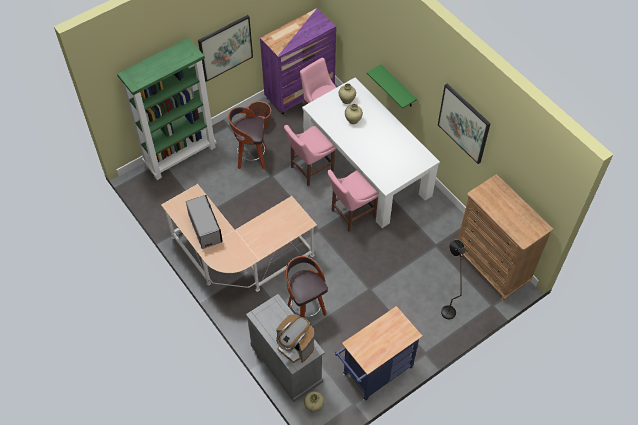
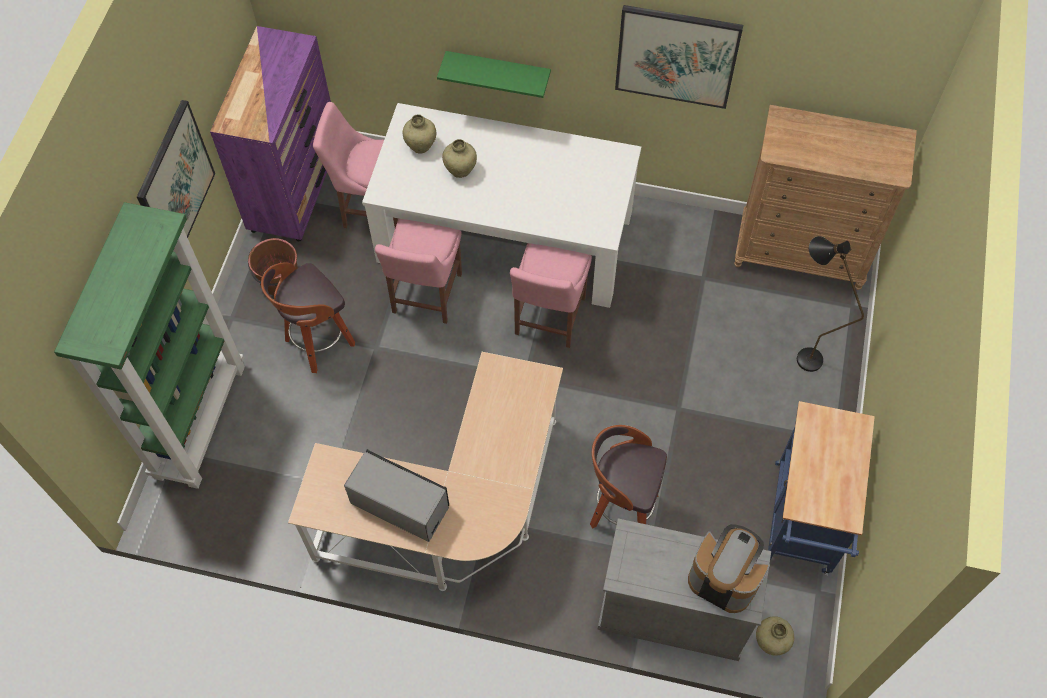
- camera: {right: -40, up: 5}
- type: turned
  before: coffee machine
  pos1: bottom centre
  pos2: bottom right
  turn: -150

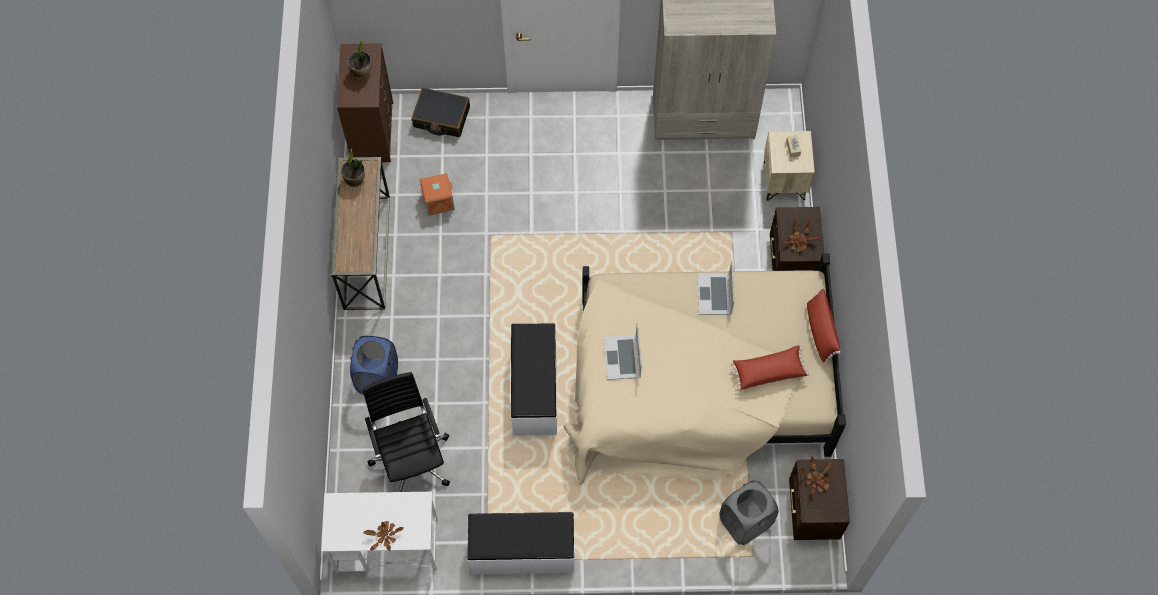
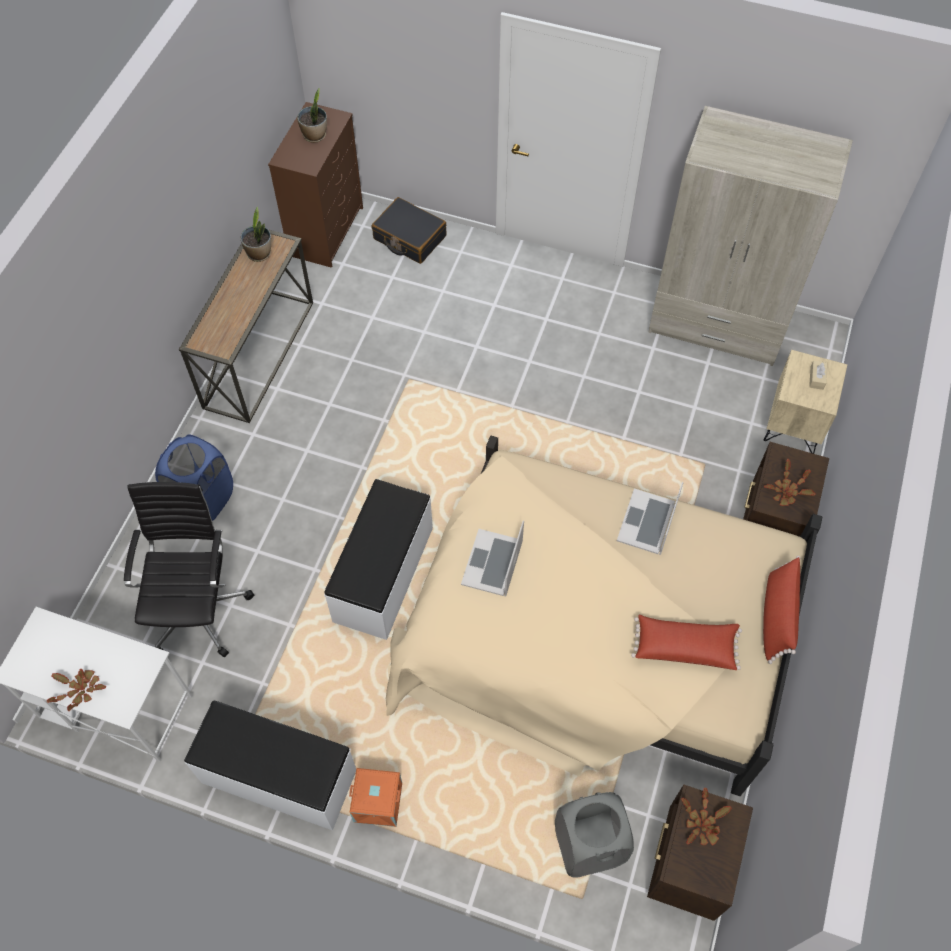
- camera: {right: 20, up: -5}
- type: moved
  before: storage box (orange)
  pos1: top centre
  pos2: bottom centre

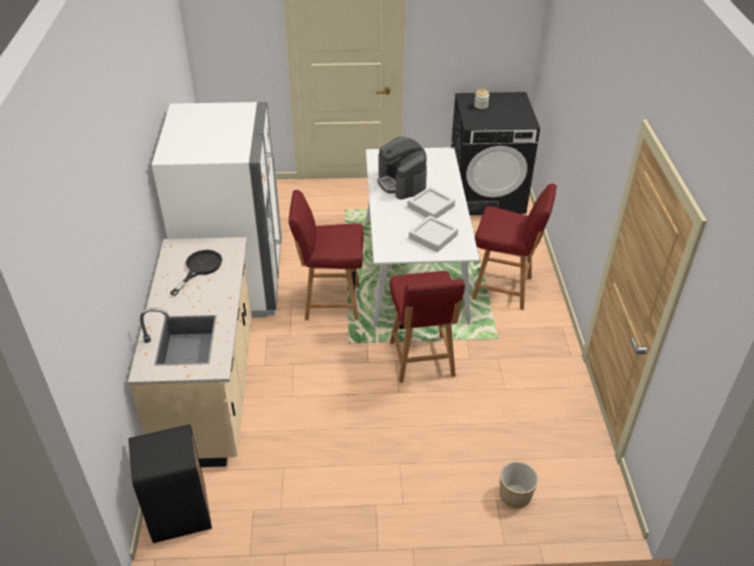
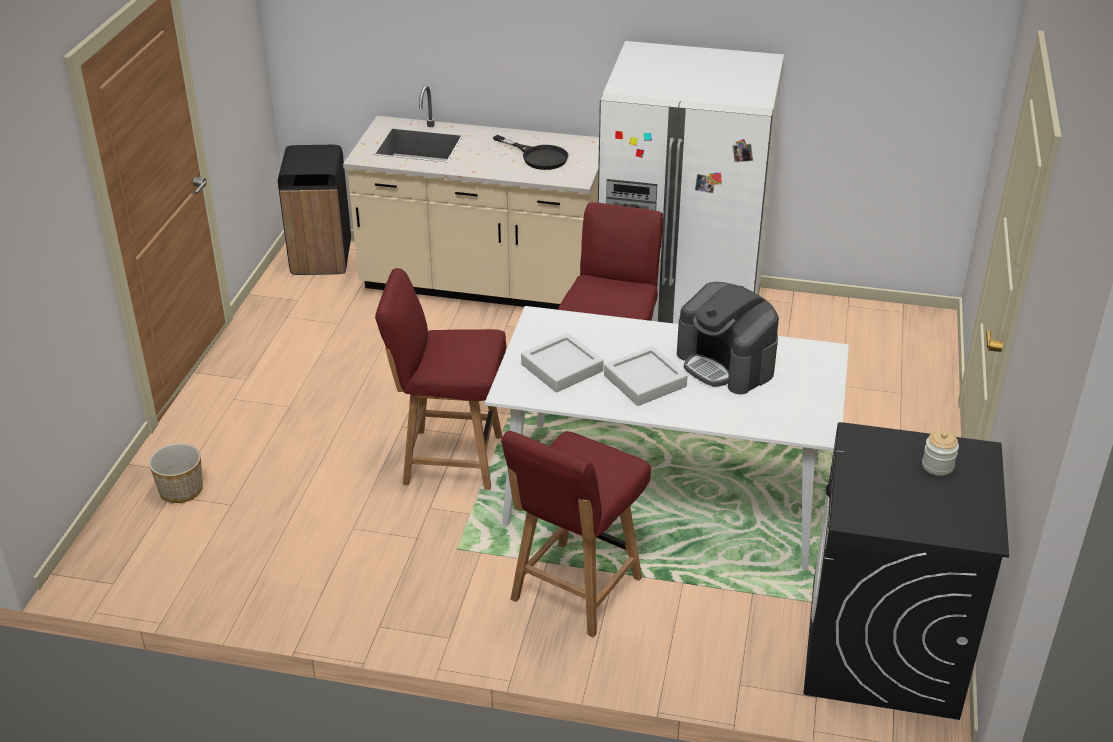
- camera: {right: 105, up: -5}
- type: turned
  before: coffee machine
  pos1: top centre
  pos2: centre
  turn: -120

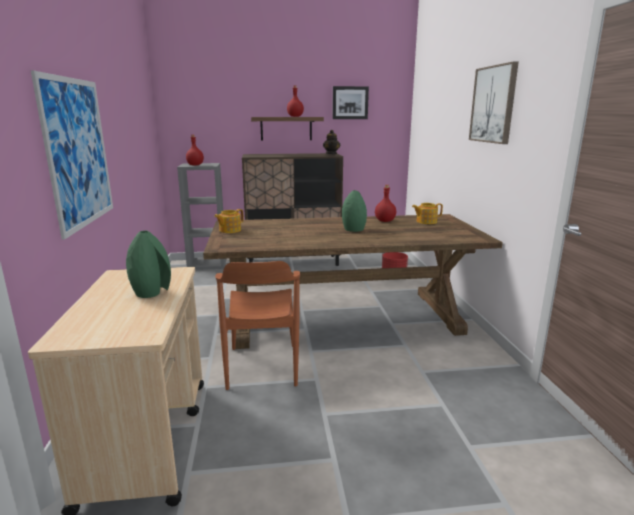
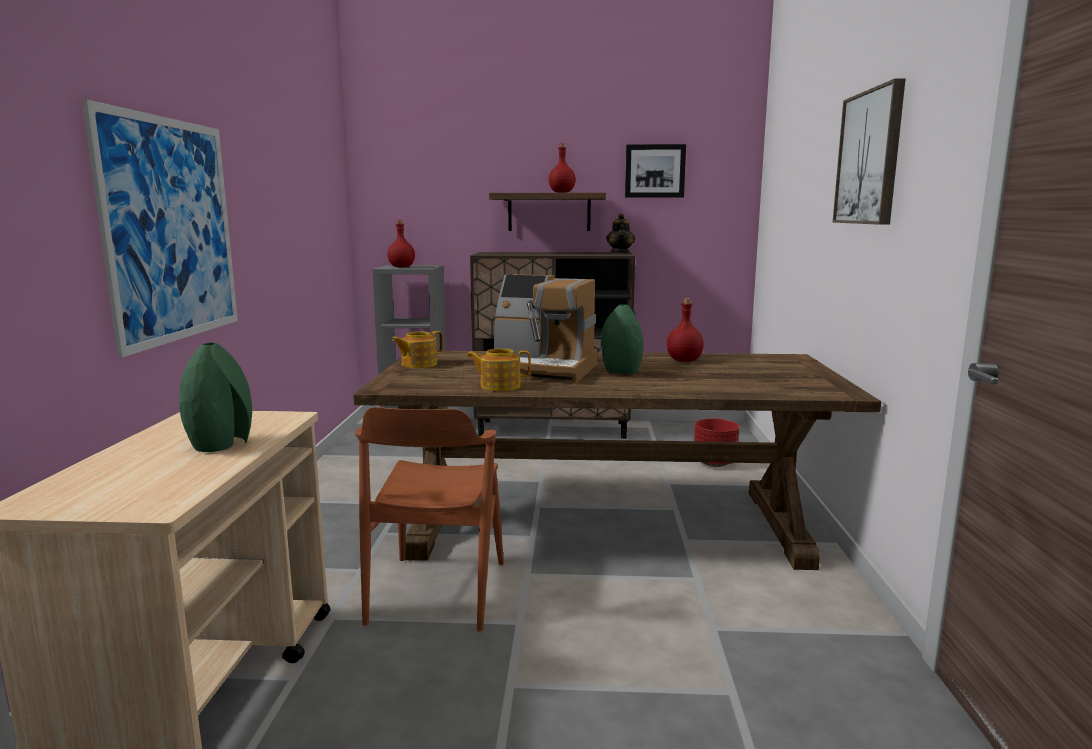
- camera: {right: 10, up: -5}
- type: moved
  before: pot for tea (3rd from left in the first image)
  after: pot for tea (2nd from left)
  pos1: middle right
  pos2: centre
- type: added
  after: coffee machine
  pos2: centre

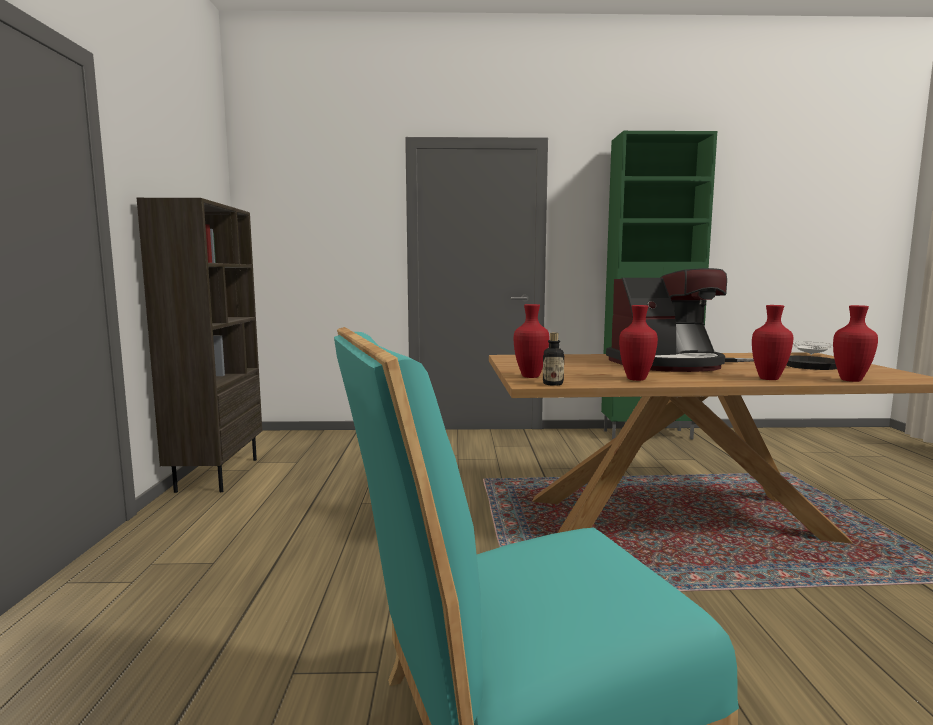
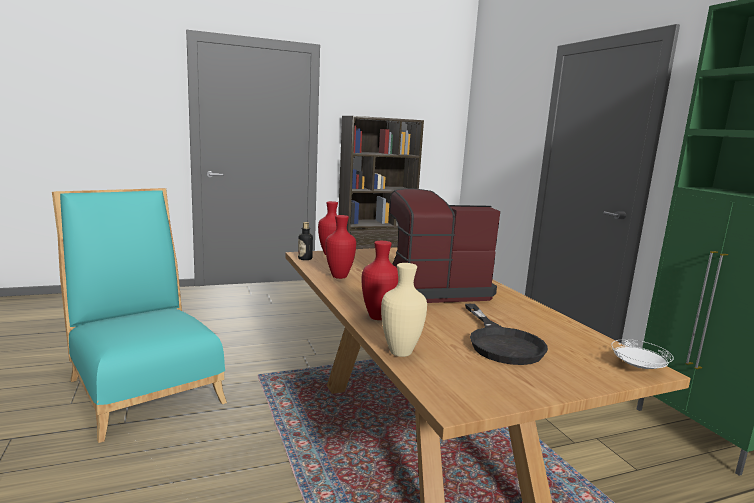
- camera: {right: 70, up: 5}
- type: turned
  before: coffee machine
  pos1: middle right
  pos2: centre
  turn: 105
- type: recoloured
  before: vase (reddish) (4th from left)
  after: vase (beige)
  pos1: middle right
  pos2: centre

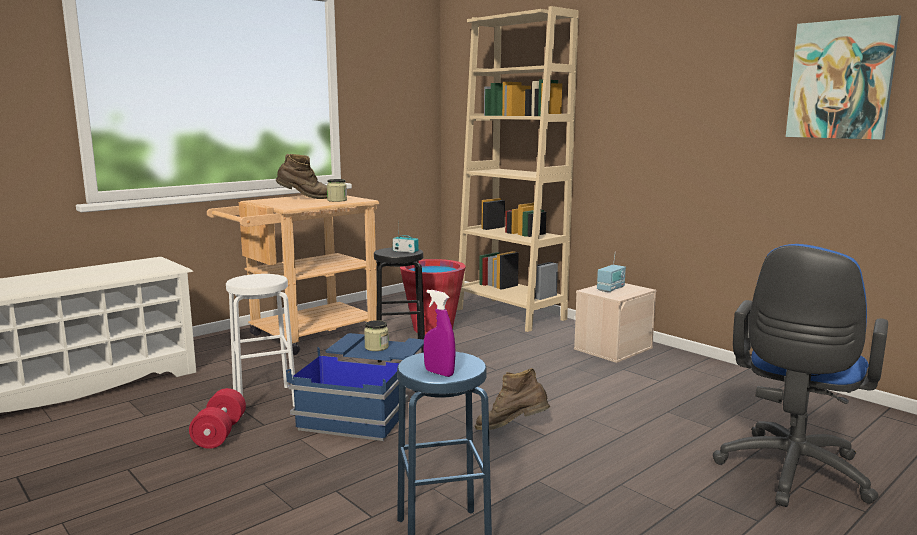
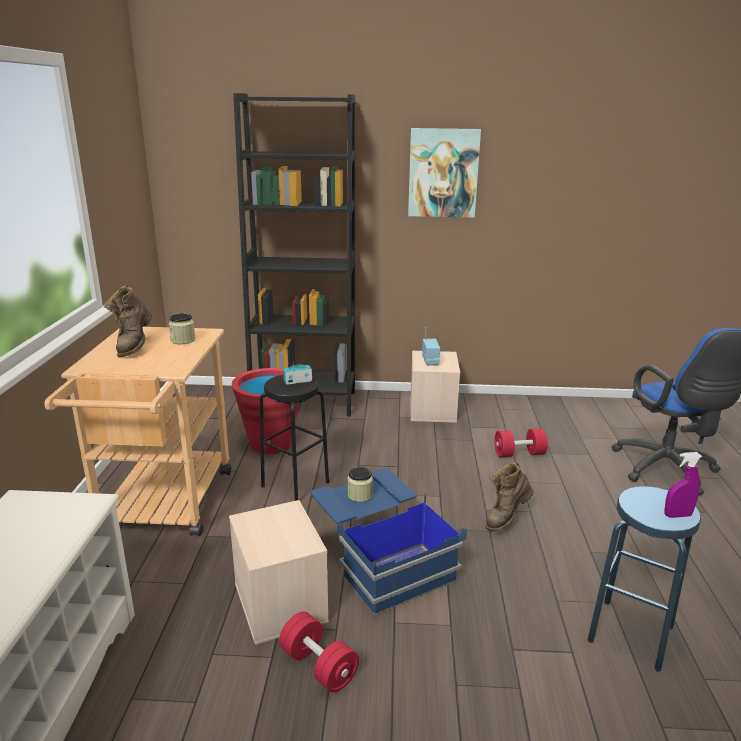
- camera: {right: -45, up: 10}
- type: replaced
  before: stool seat (whitish)
  after: storage box (beige) (1st from left)
  pos1: middle left
  pos2: bottom centre
- type: turned
  before: high-top boot (brown-coloured) (1st from left)
  pos1: top left
  pos2: middle left
  turn: 150
- type: recoloured
  before: shelving unit (beige)
  after: shelving unit (black)
  pos1: top centre
  pos2: centre
- type: moved
  before: wall art
  pos1: top right
  pos2: top centre
- type: added
  after: dumbbell (reddish) (2nd from left)
  pos2: middle right

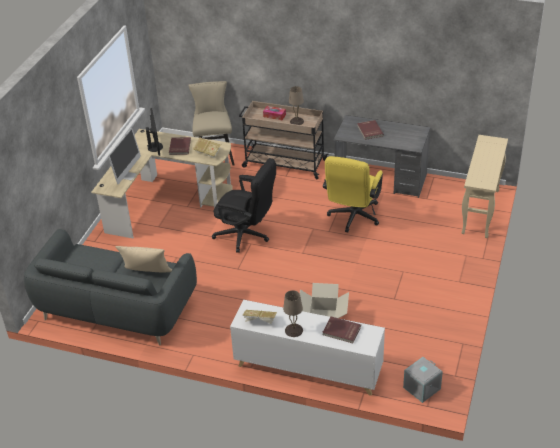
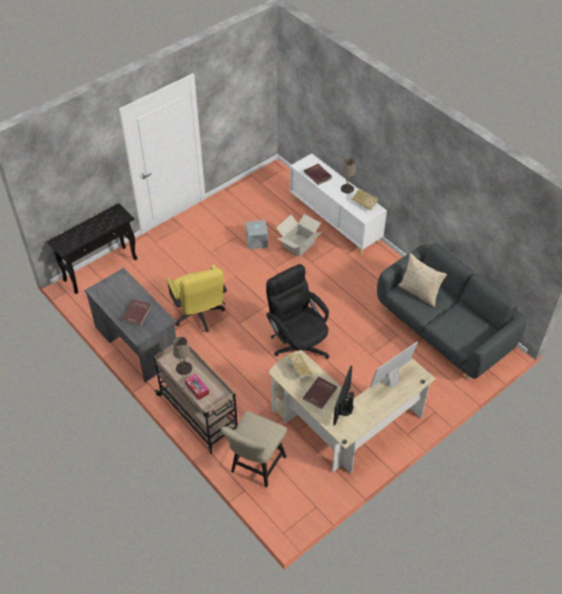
- camera: {right: -150, up: 10}
- type: turned
  before: office chair (yellow-coloured)
  pos1: centre
  pos2: centre
  turn: 105
- type: moved
  before: storage box (greyish)
  pos1: bottom right
  pos2: centre
- type: recoloured
  before: hall table (beige)
  after: hall table (black)
  pos1: middle right
  pos2: middle left

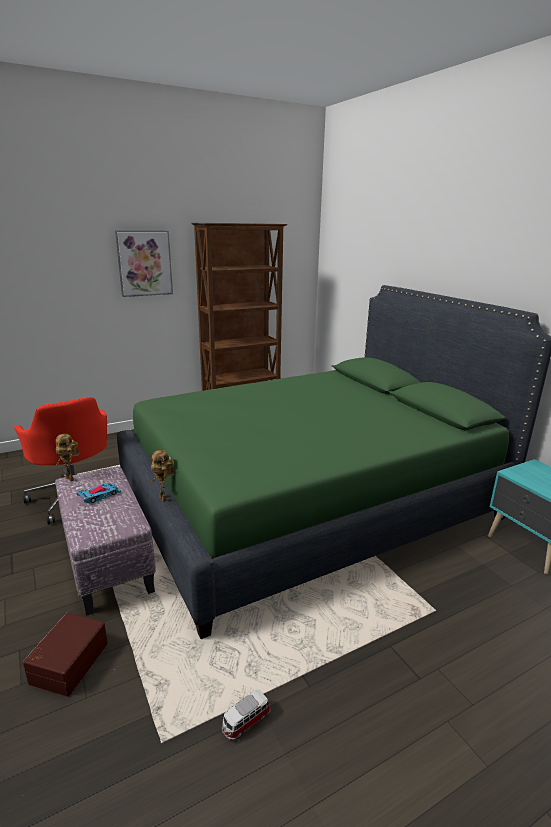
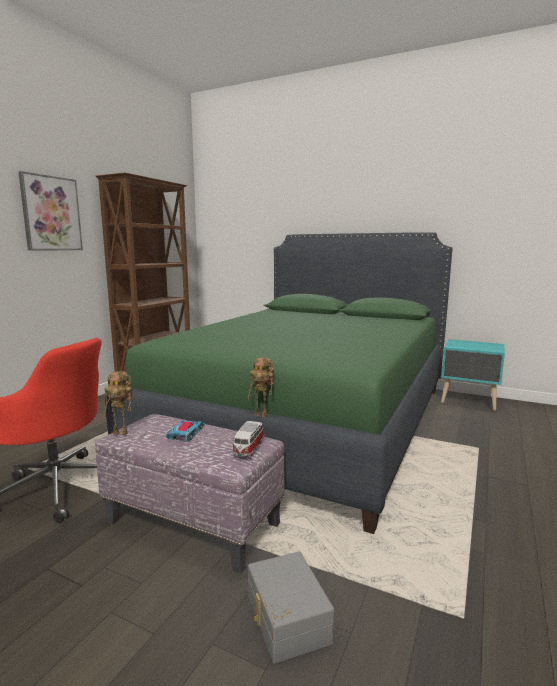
- camera: {right: -35, up: -10}
- type: recoloured
  before: storage box (brown-coloured)
  after: storage box (greyish)
  pos1: bottom left
  pos2: bottom centre
- type: moved
  before: model car (2nd from left)
  pos1: bottom centre
  pos2: centre

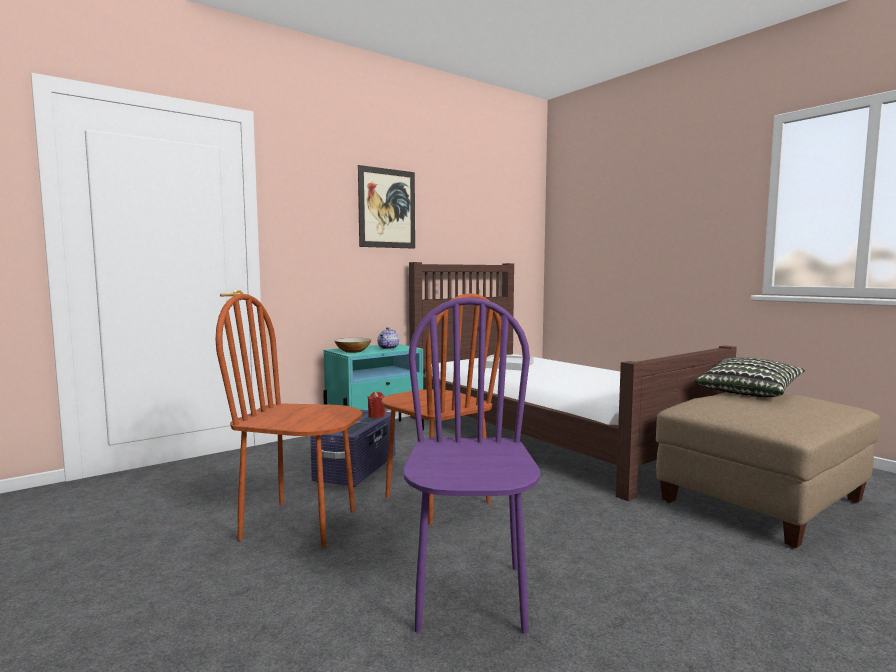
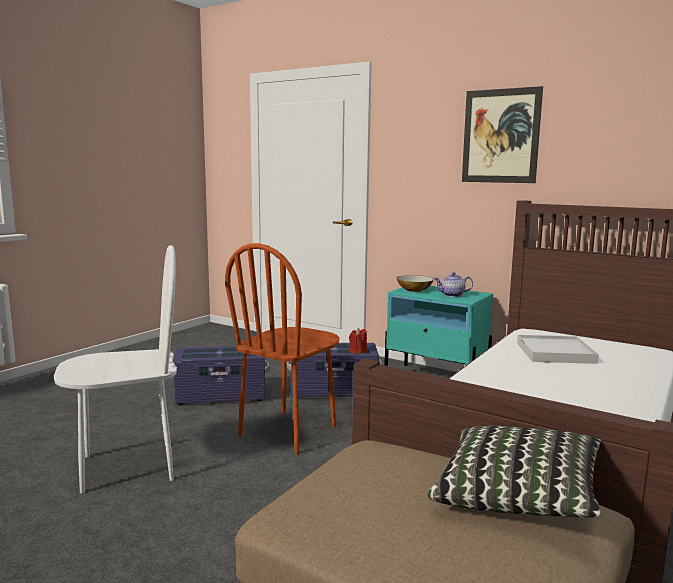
- camera: {right: 70, up: 5}
- type: replaced
  before: plain chair (brown-coloured) (1st from left)
  after: storage box (purplish) (1st from left)
  pos1: middle left
  pos2: middle left
- type: recoloured
  before: plain chair (purplish)
  after: plain chair (whitish)
  pos1: bottom centre
  pos2: middle left

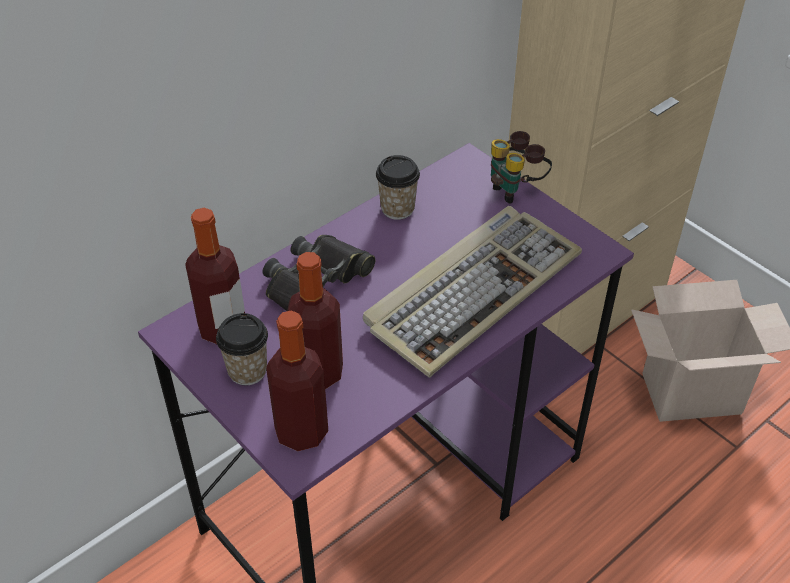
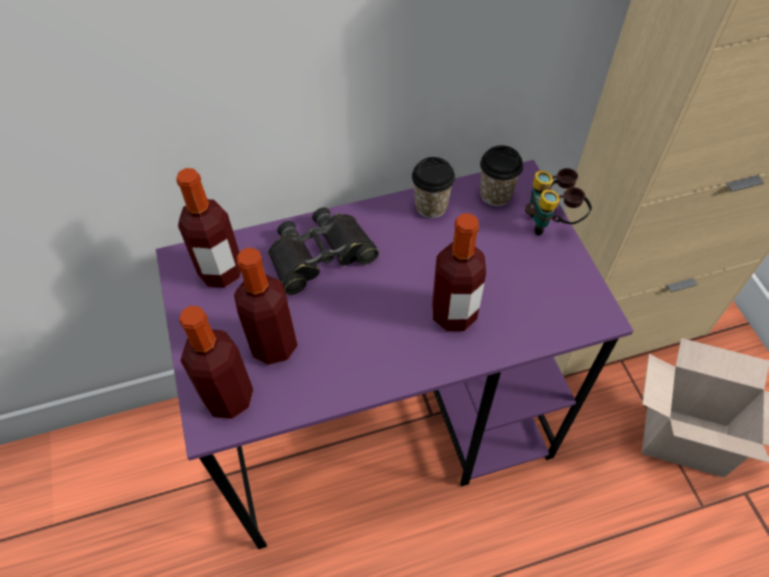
- camera: {right: 25, up: 10}
- type: moved
  before: drinking cup (1st from left in the first image)
  after: drinking cup (2nd from left)
  pos1: middle left
  pos2: top centre
- type: replaced
  before: PC keyboard
  after: bottle (4th from left)
  pos1: centre
  pos2: centre

